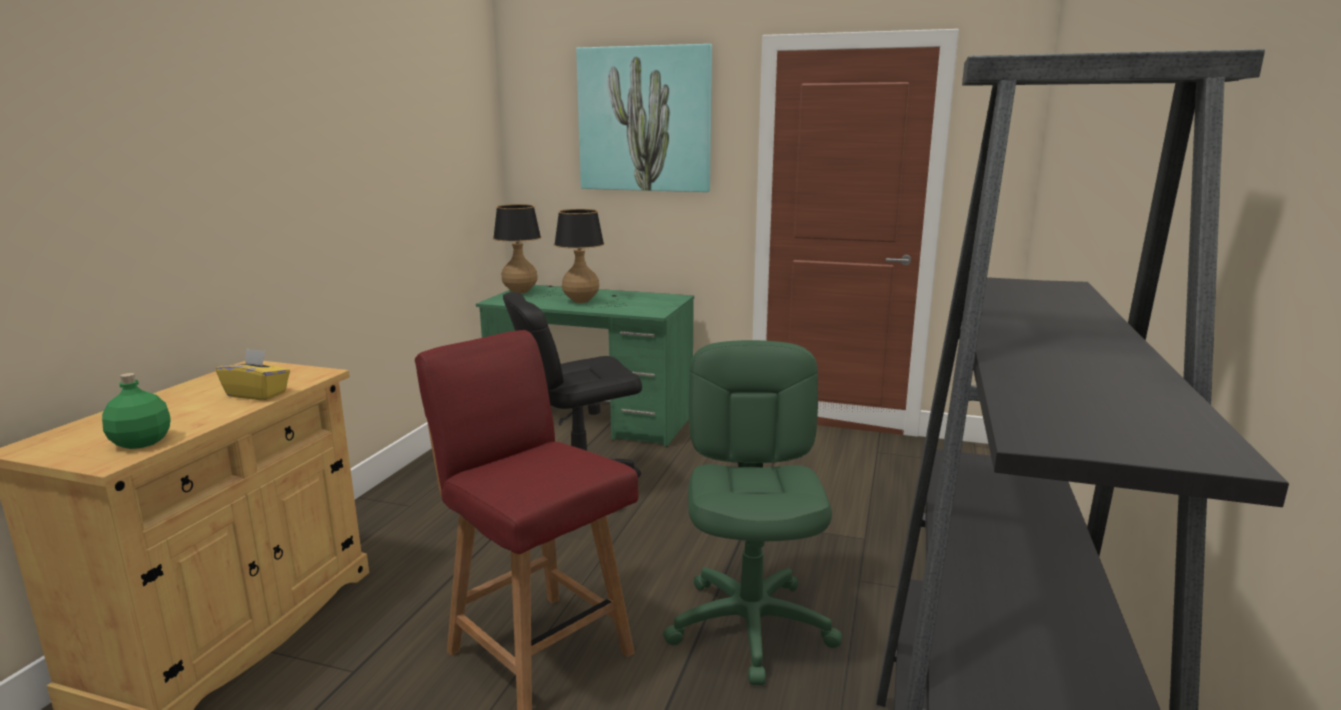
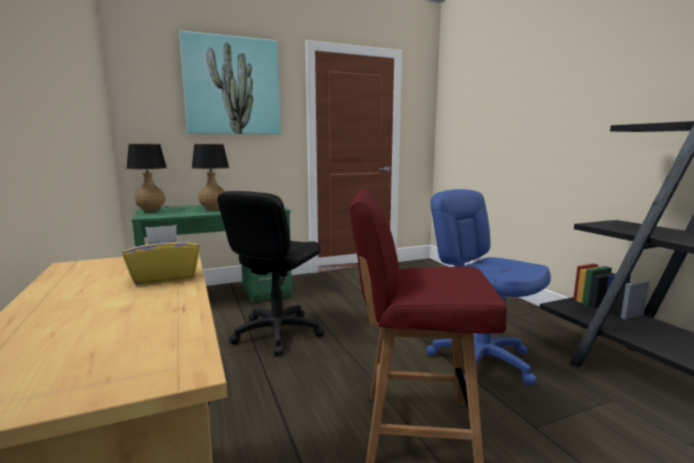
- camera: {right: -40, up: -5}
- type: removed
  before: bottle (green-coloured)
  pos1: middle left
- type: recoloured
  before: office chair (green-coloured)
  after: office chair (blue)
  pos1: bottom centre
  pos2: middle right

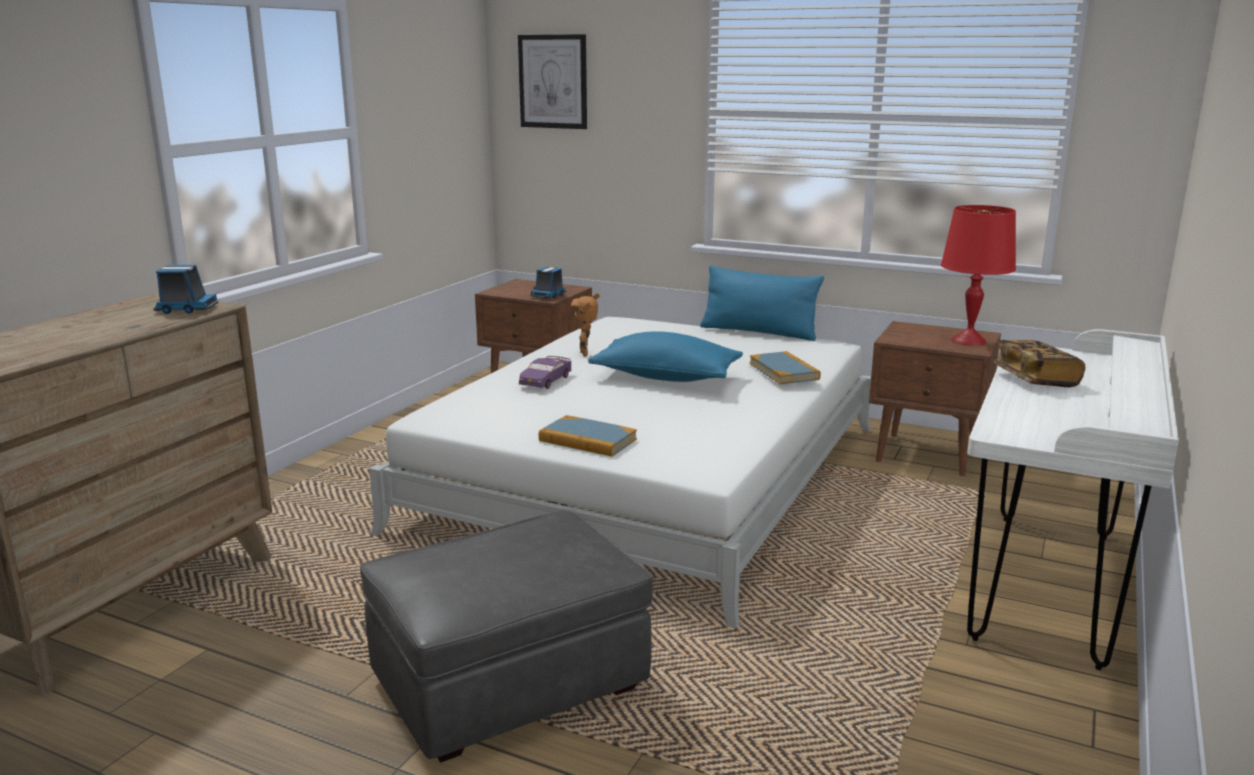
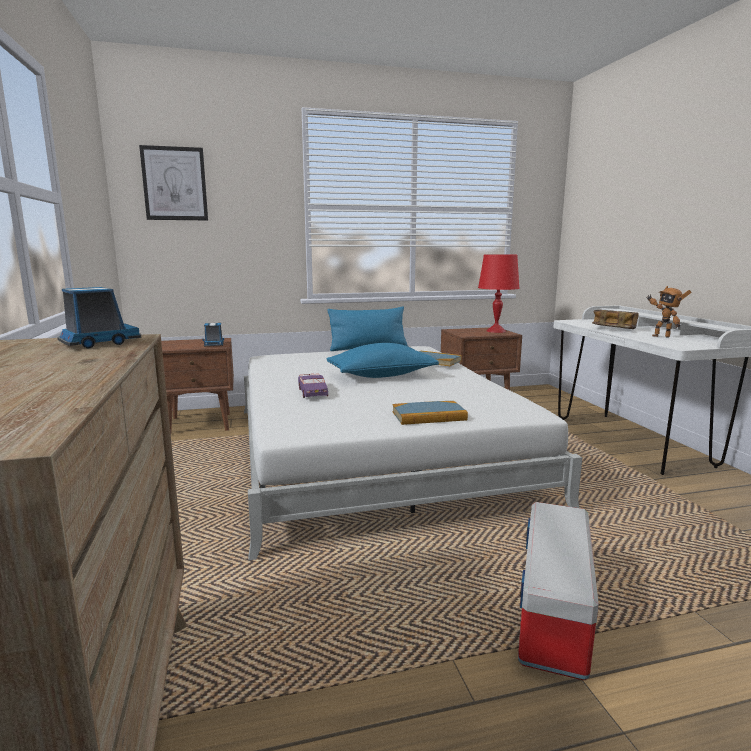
- camera: {right: -40, up: -5}
- type: replaced
  before: ottoman (greyish)
  after: storage box
  pos1: bottom centre
  pos2: bottom right
- type: moved
  before: toy robot
  pos1: centre
  pos2: middle right

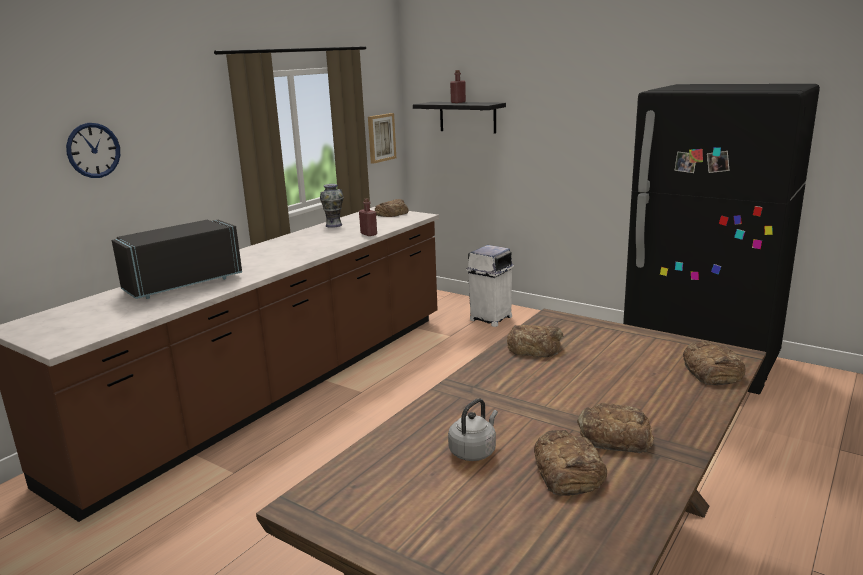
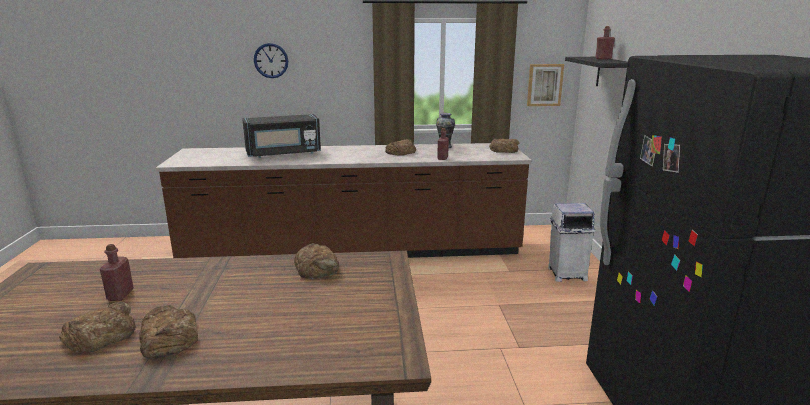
- camera: {right: 50, up: 0}
- type: turned
  before: microwave (black)
  pos1: middle left
  pos2: centre
  turn: 150
- type: replaced
  before: tea kettle (greyish)
  after: bottle (reddish) (1st from left)
  pos1: bottom centre
  pos2: bottom left
- type: moved
  before: bakery bread (5th from left in the first image)
  after: bakery bread (4th from left)
  pos1: middle right
  pos2: centre

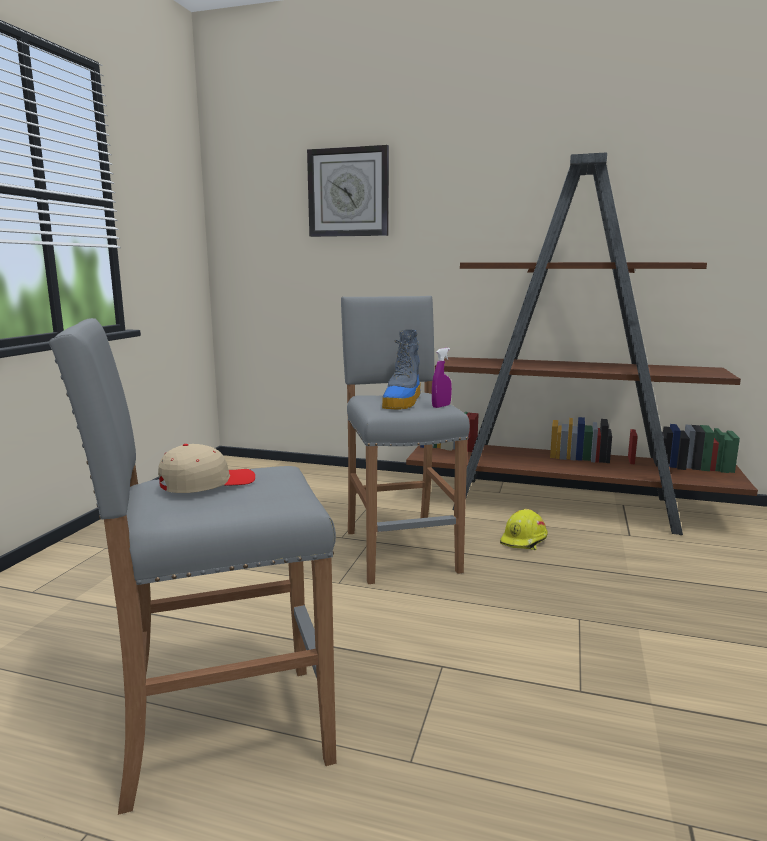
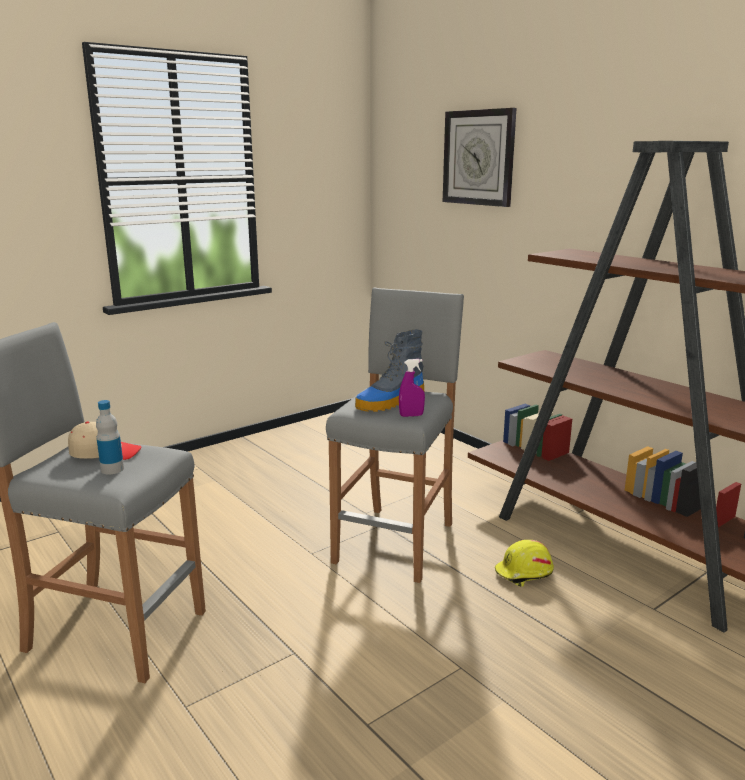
- camera: {right: 35, up: 5}
- type: added
  after: bottle
  pos2: middle left

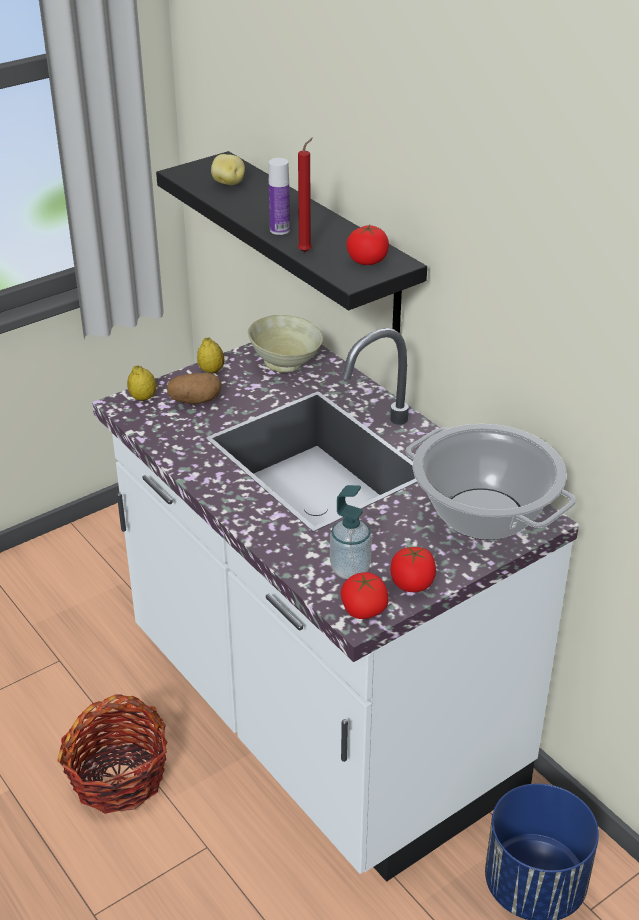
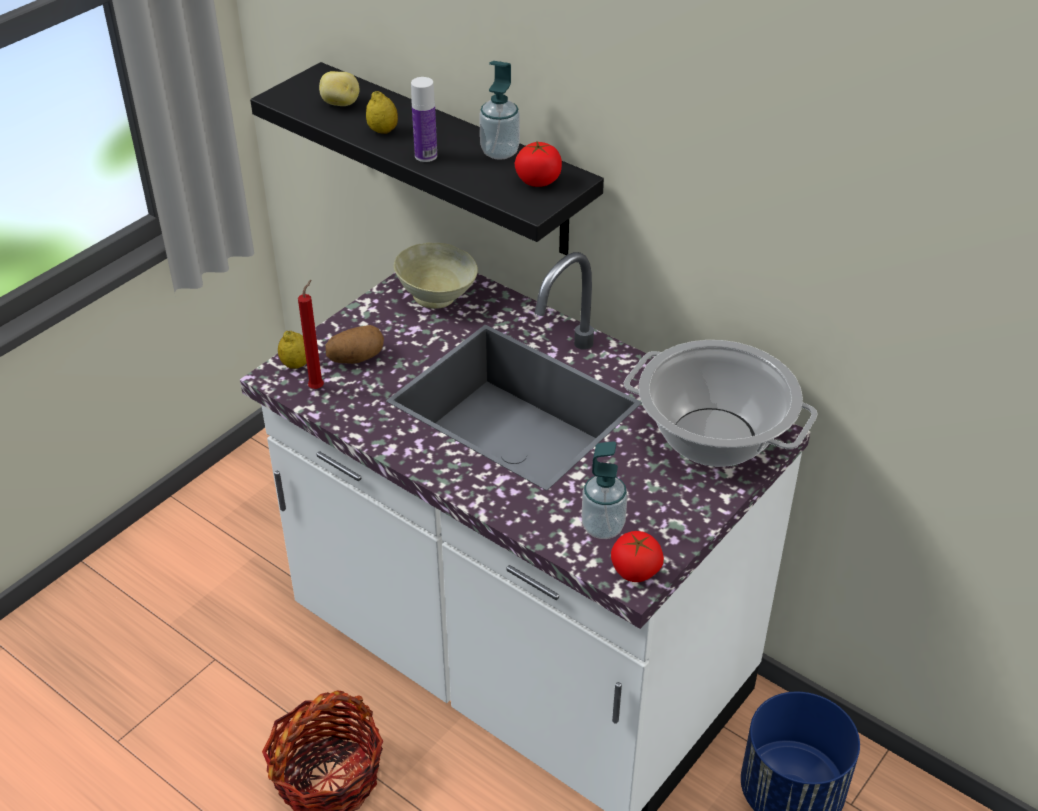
- camera: {right: -15, up: 5}
- type: moved
  before: citrus fruit (2nd from left)
  pos1: middle left
  pos2: top centre
- type: moved
  before: wax candle (reddish)
  pos1: top centre
  pos2: middle left
- type: removed
  before: whole tomato (3rd from left)
  pos1: centre
- type: added
  after: soap dispenser (1st from left)
  pos2: top centre

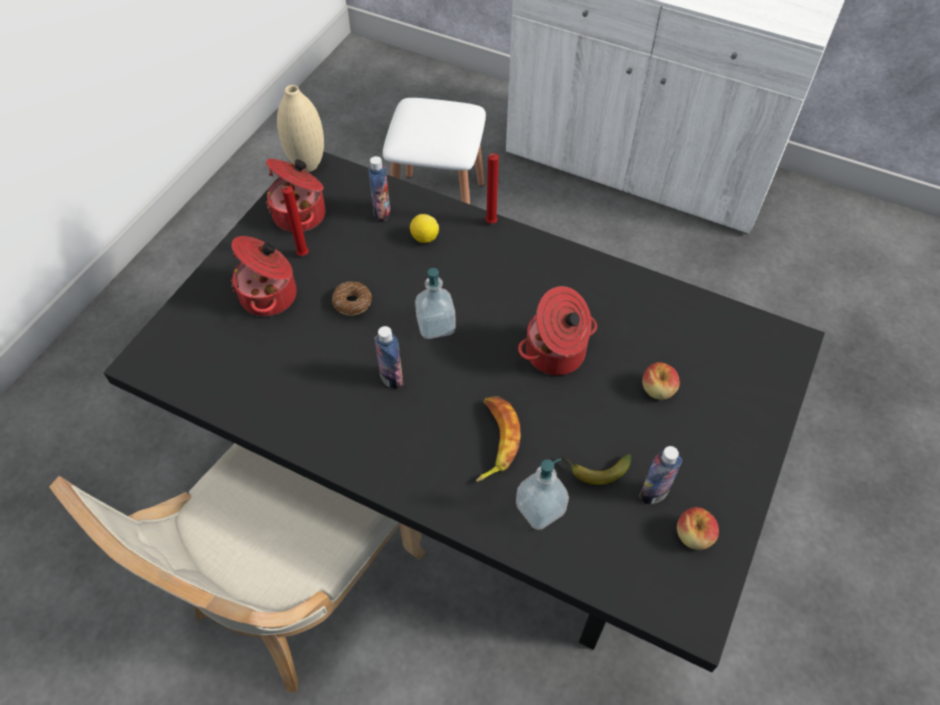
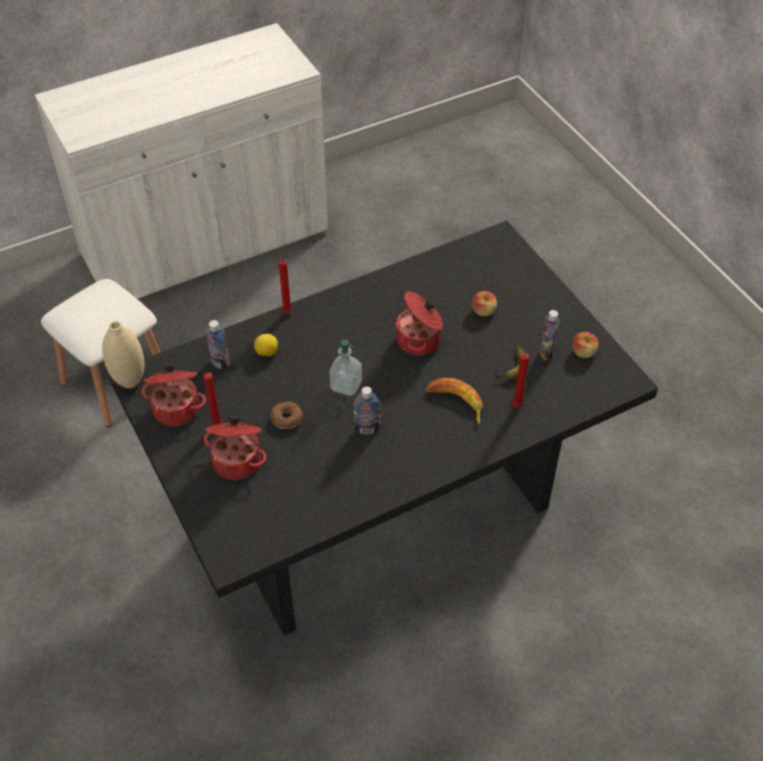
- camera: {right: -55, up: -5}
- type: removed
  before: plain chair (beige)
  pos1: bottom left
- type: replaced
  before: soap dispenser (2nd from left)
  after: wax candle (reddish) (3rd from left)
  pos1: bottom centre
  pos2: middle right

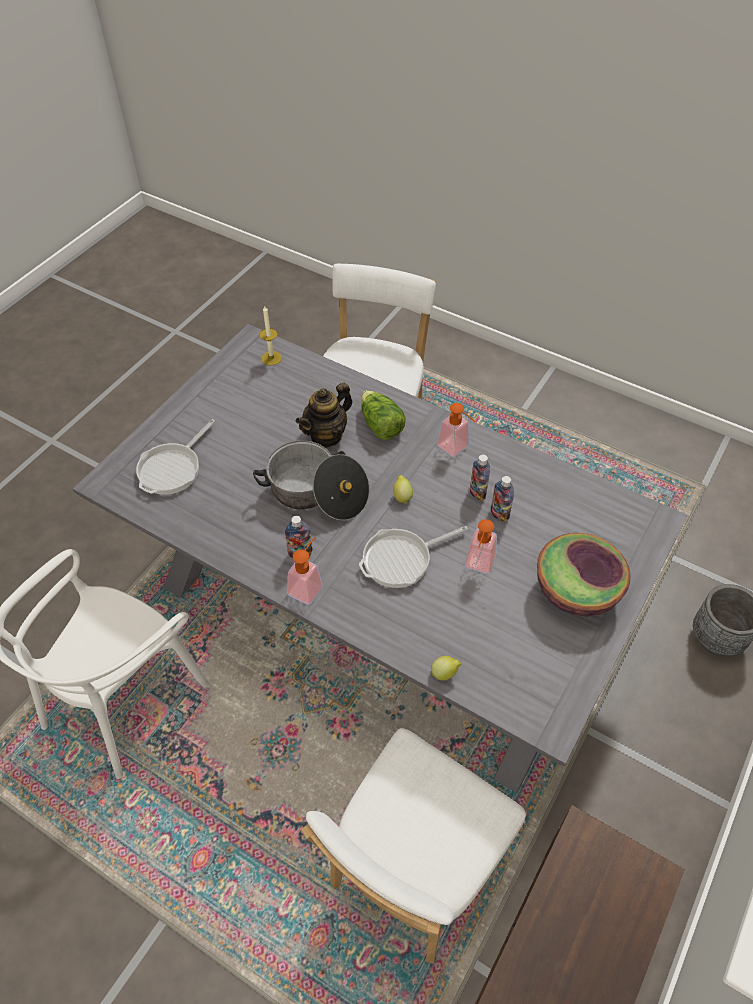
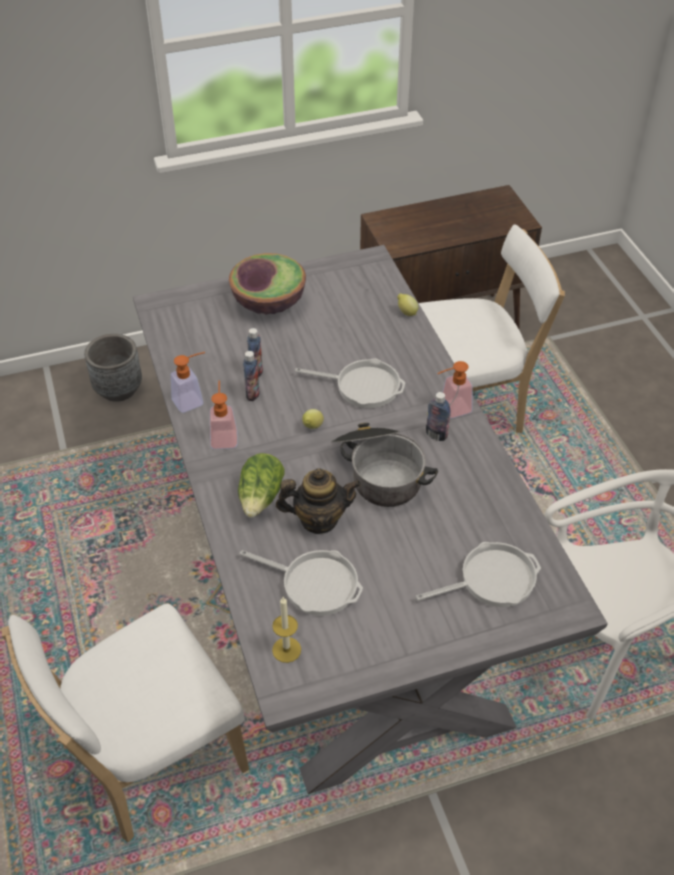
- camera: {right: -140, up: -5}
- type: moved
  before: soap dispenser (3rd from left in the first image)
  after: soap dispenser (1st from left)
  pos1: centre
  pos2: middle left
- type: added
  after: skillet (1st from left)
  pos2: centre

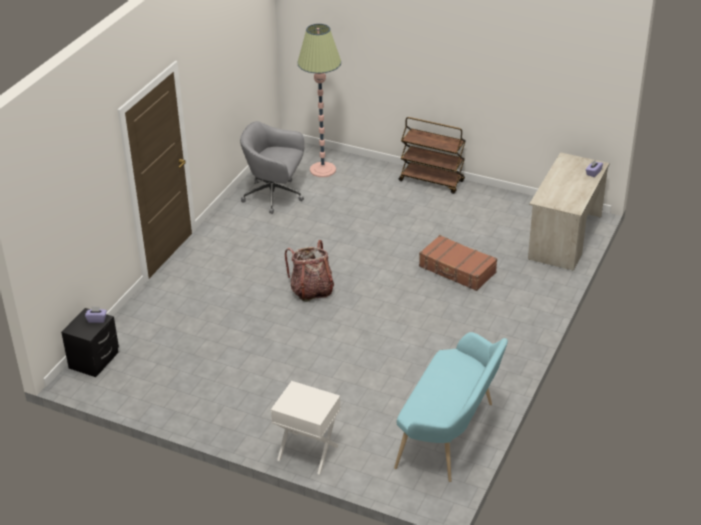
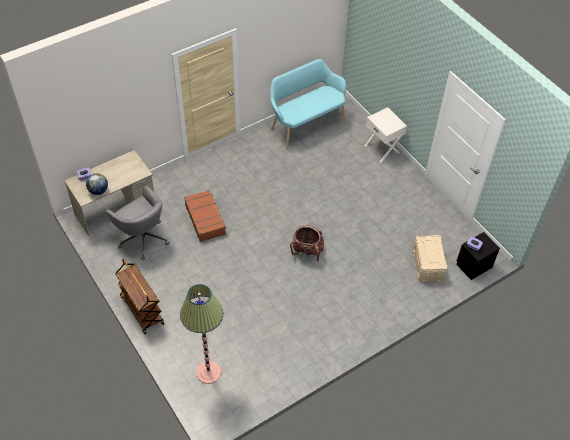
- camera: {right: -150, up: 15}
- type: moved
  before: office chair (greyish)
  pos1: top centre
  pos2: middle left
- type: added
  after: world globe
  pos2: middle left
- type: added
  after: storage box (beige)
  pos2: middle right

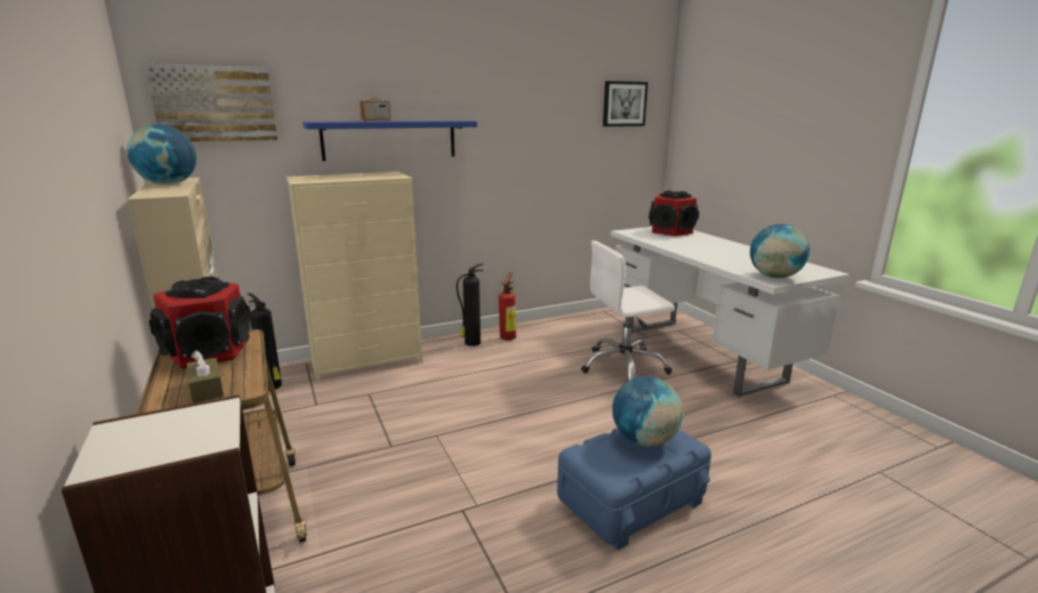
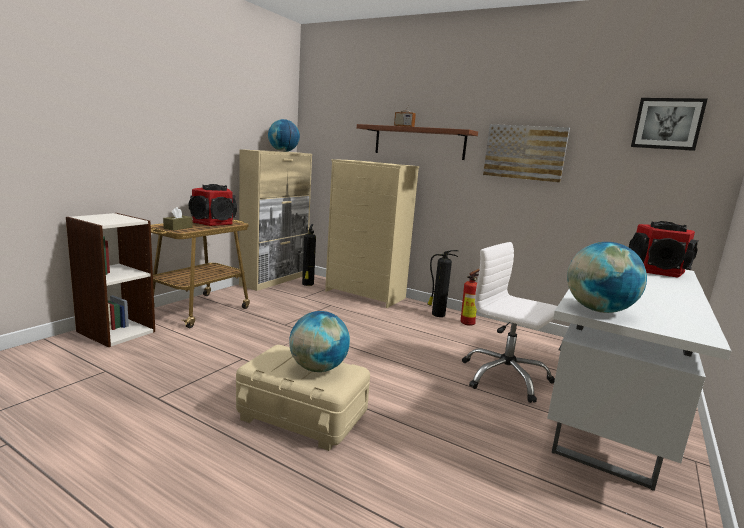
- camera: {right: 55, up: -5}
- type: moved
  before: wall art (1st from left)
  pos1: top left
  pos2: top right
- type: recoloured
  before: bracket shelf (blue)
  after: bracket shelf (brown-coloured)
  pos1: top centre
  pos2: top centre
- type: recoloured
  before: storage box (blue)
  after: storage box (beige)
  pos1: bottom centre
  pos2: bottom centre

